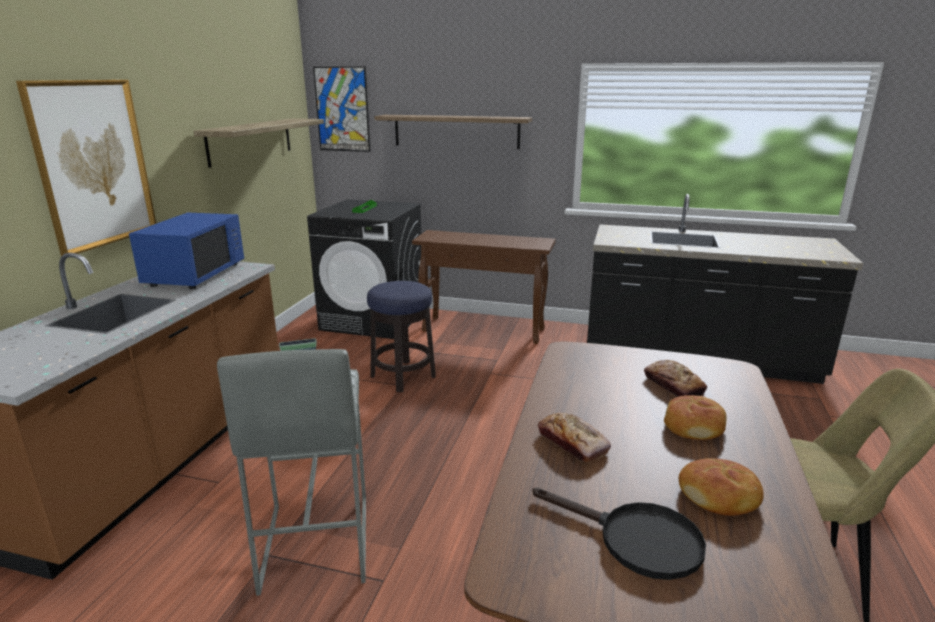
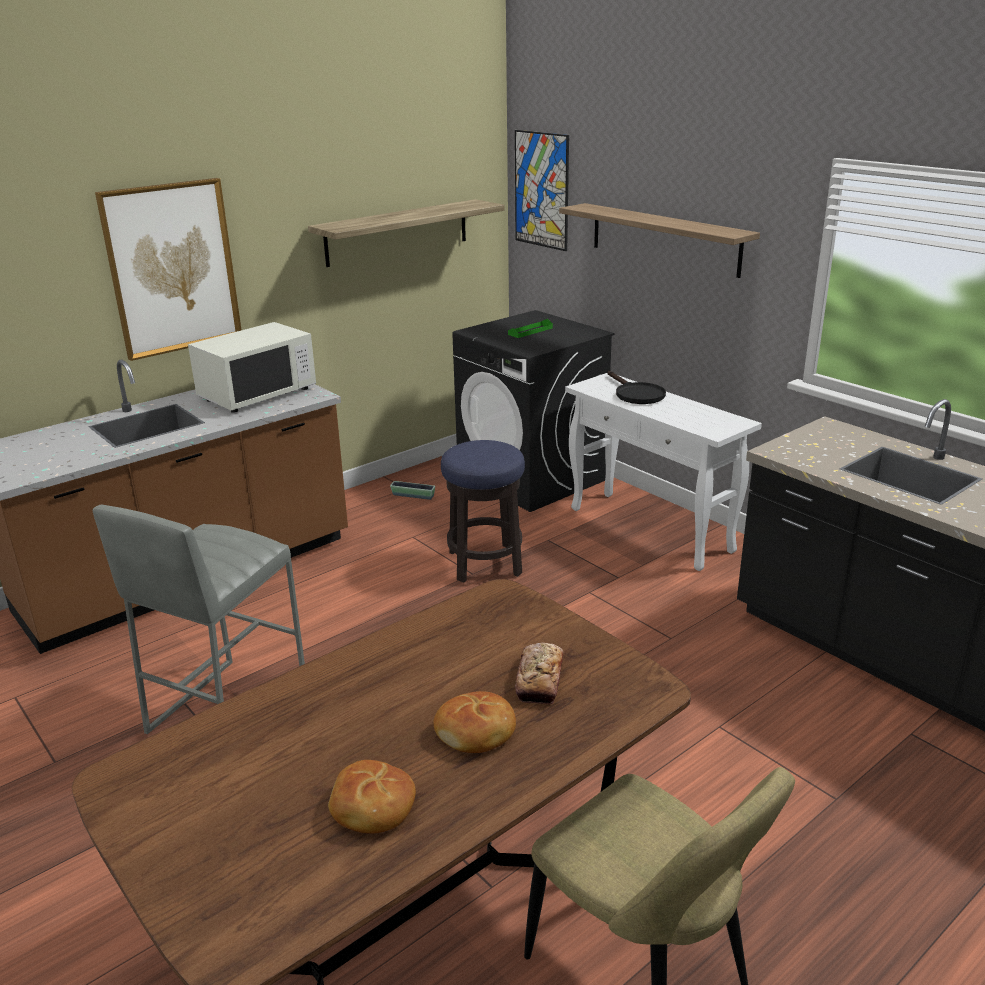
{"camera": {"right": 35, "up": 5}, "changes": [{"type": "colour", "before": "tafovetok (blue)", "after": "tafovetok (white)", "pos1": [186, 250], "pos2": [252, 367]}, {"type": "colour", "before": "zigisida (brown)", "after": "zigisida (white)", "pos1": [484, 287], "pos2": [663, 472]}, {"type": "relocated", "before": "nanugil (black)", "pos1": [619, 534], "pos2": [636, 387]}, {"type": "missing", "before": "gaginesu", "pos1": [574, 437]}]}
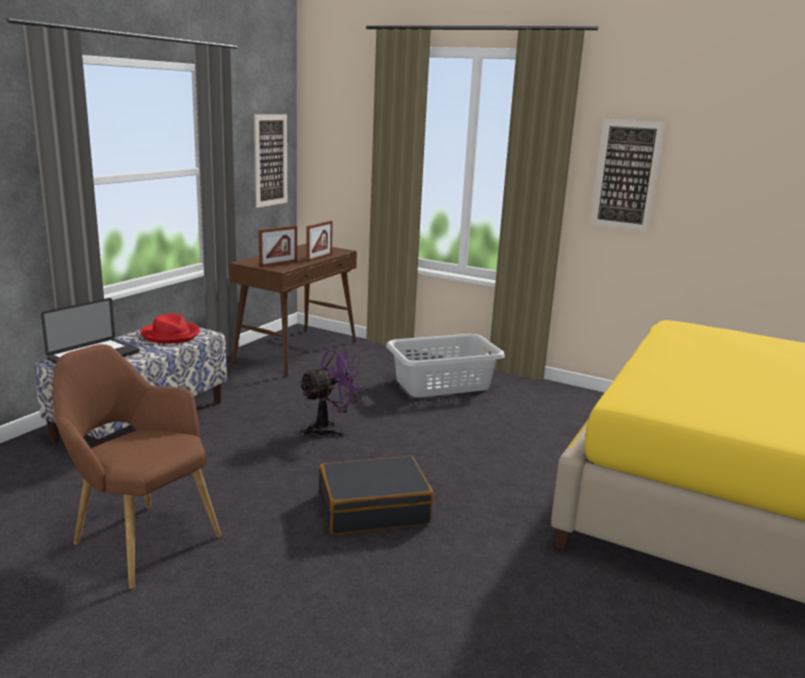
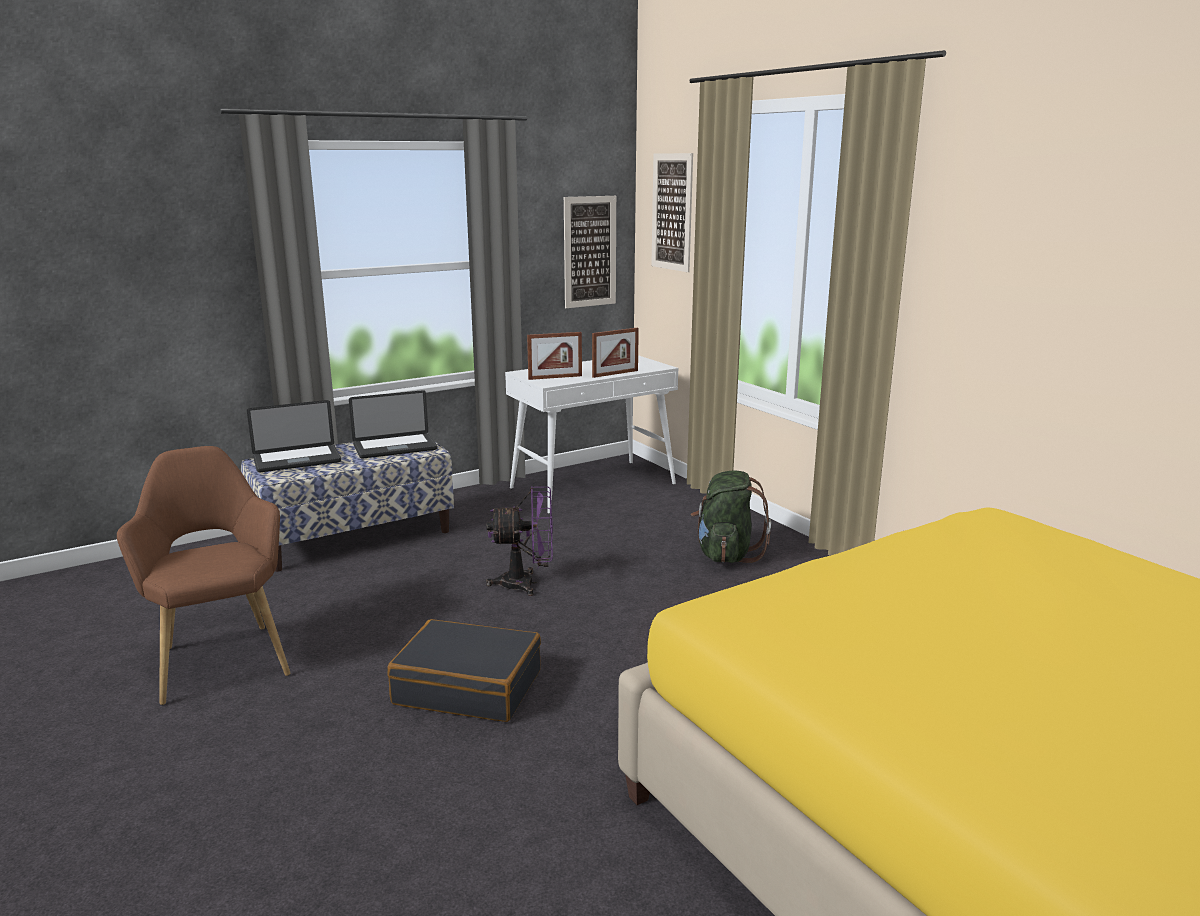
{"camera": {"right": 30, "up": 0}, "changes": [{"type": "exchanged", "before": "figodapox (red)", "after": "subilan", "pos1": [170, 328], "pos2": [393, 424]}, {"type": "colour", "before": "zigisida (brown)", "after": "zigisida (white)", "pos1": [293, 310], "pos2": [591, 434]}, {"type": "relocated", "before": "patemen", "pos1": [627, 175], "pos2": [672, 212]}, {"type": "exchanged", "before": "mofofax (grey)", "after": "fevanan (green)", "pos1": [445, 365], "pos2": [730, 516]}]}
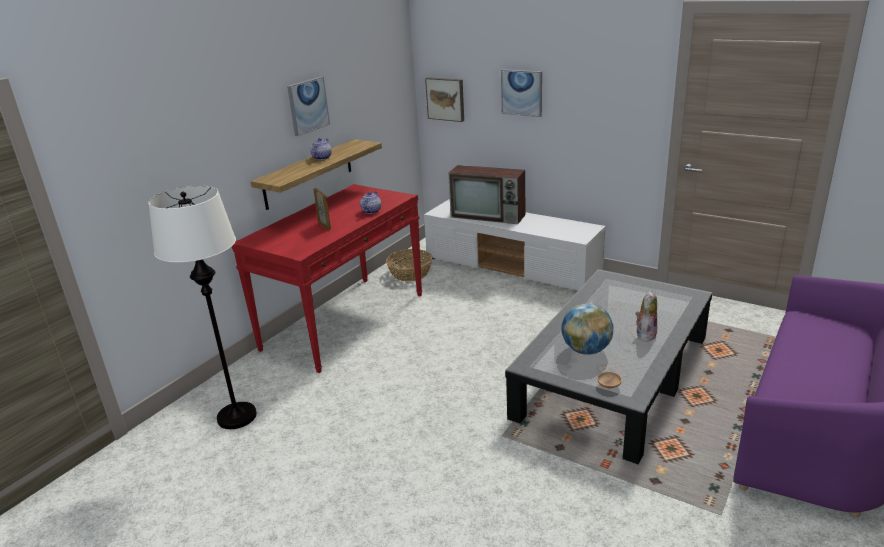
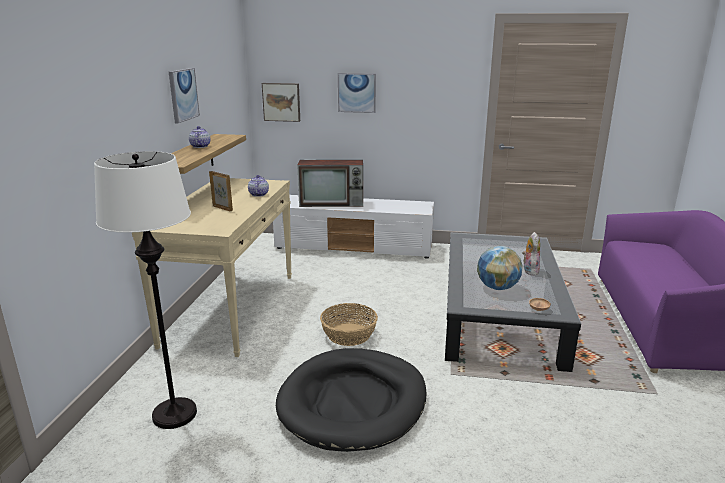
{"camera": {"right": -25, "up": -5}, "changes": [{"type": "colour", "before": "zigisida (red)", "after": "zigisida (beige)", "pos1": [327, 278], "pos2": [212, 267]}, {"type": "appeared", "after": "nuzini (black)", "pos2": [351, 400]}, {"type": "relocated", "before": "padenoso", "pos1": [409, 265], "pos2": [349, 324]}]}
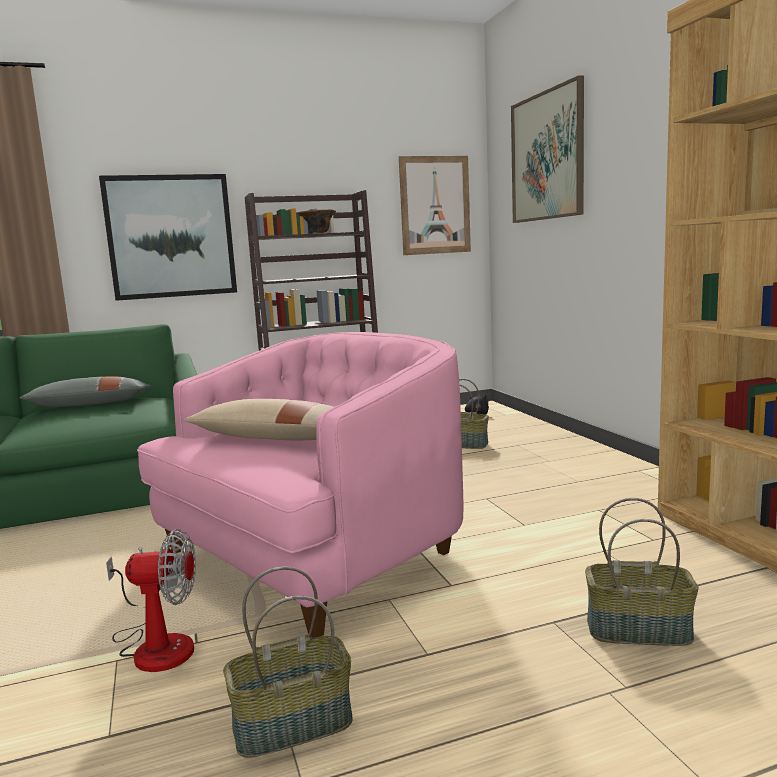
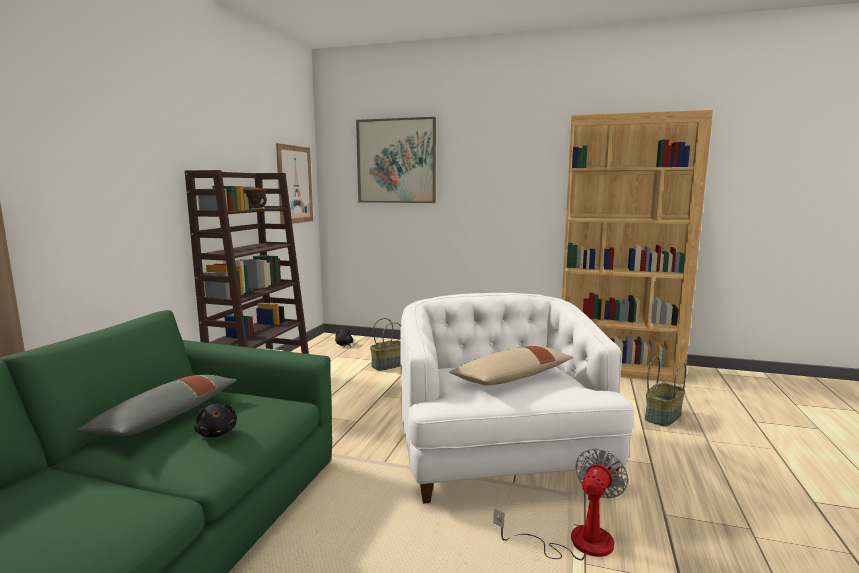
{"camera": {"right": -55, "up": 0}, "changes": [{"type": "appeared", "after": "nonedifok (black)", "pos2": [215, 420]}, {"type": "colour", "before": "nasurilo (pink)", "after": "nasurilo (white)", "pos1": [300, 485], "pos2": [517, 398]}, {"type": "missing", "before": "patemen", "pos1": [168, 237]}, {"type": "missing", "before": "padenoso", "pos1": [288, 662]}]}
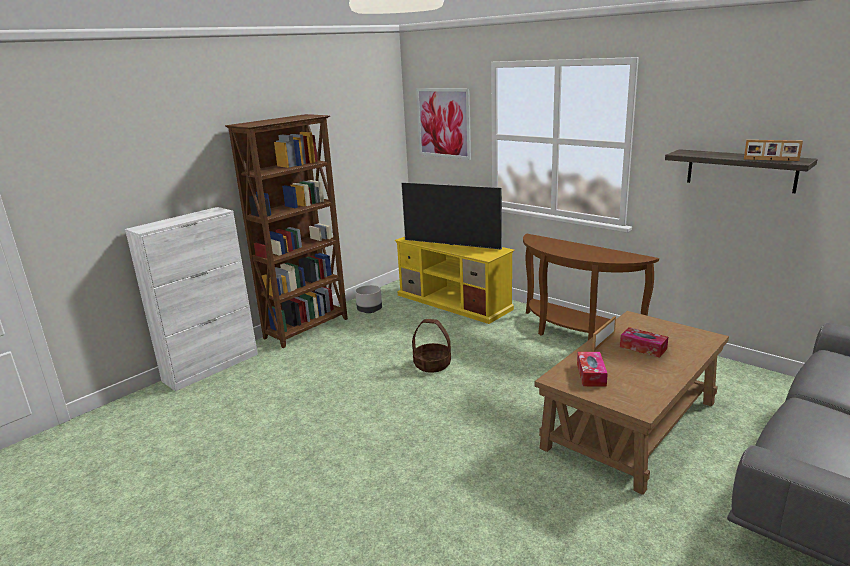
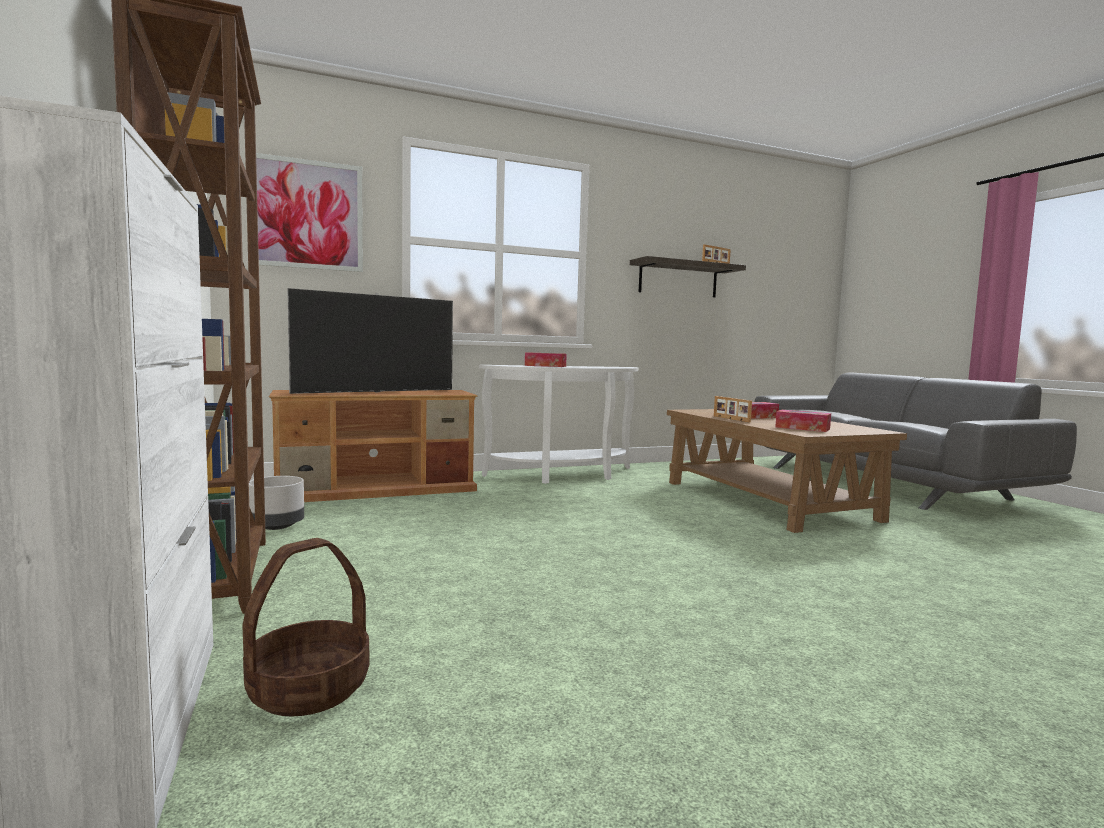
{"camera": {"right": -65, "up": -15}, "changes": [{"type": "relocated", "before": "padenoso", "pos1": [431, 346], "pos2": [306, 627]}, {"type": "colour", "before": "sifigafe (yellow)", "after": "sifigafe (brown)", "pos1": [455, 280], "pos2": [373, 446]}, {"type": "colour", "before": "zigisida (brown)", "after": "zigisida (white)", "pos1": [591, 287], "pos2": [558, 424]}, {"type": "appeared", "after": "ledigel", "pos2": [546, 360]}]}
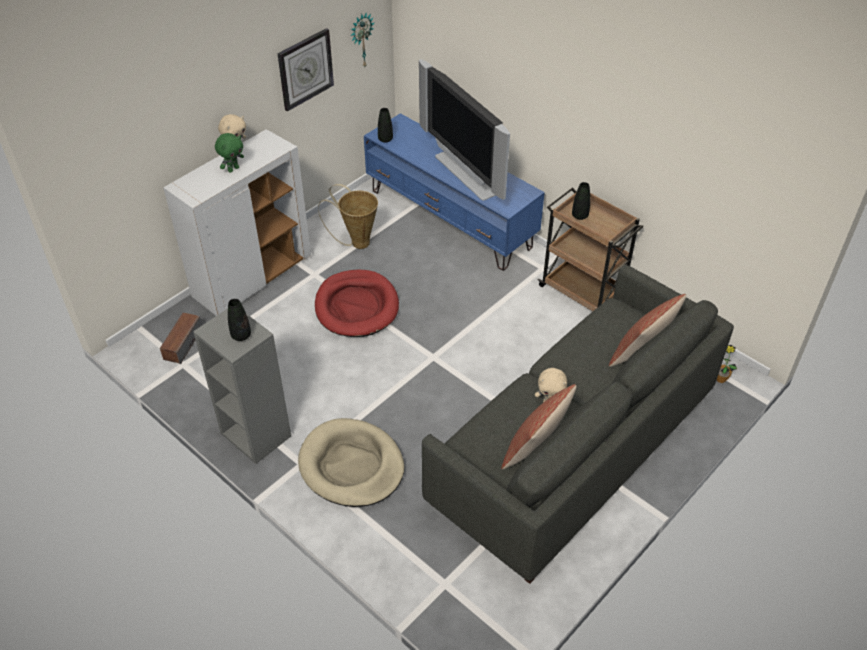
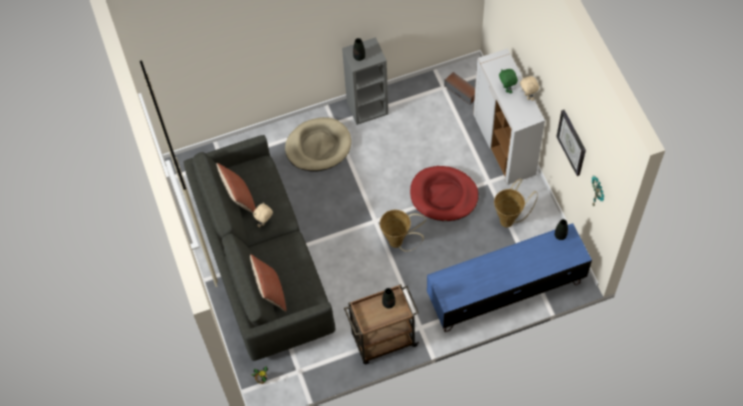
{"camera": {"right": 120, "up": 15}, "changes": [{"type": "appeared", "after": "padenoso", "pos2": [403, 231]}, {"type": "missing", "before": "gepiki", "pos1": [464, 130]}]}
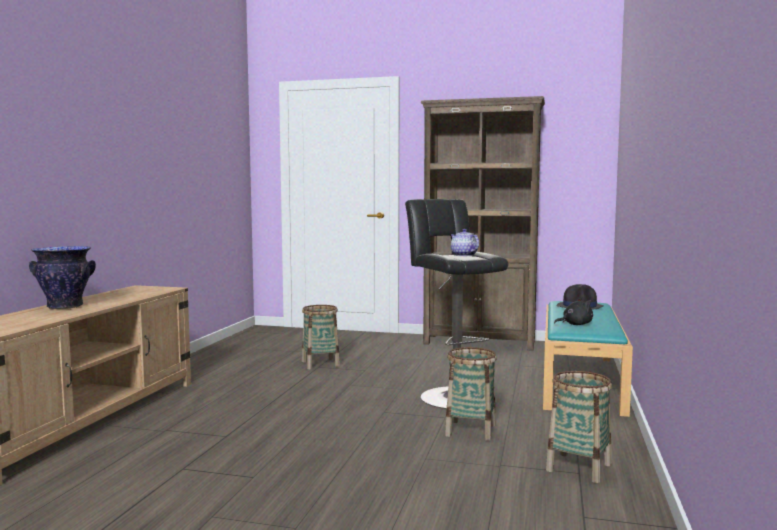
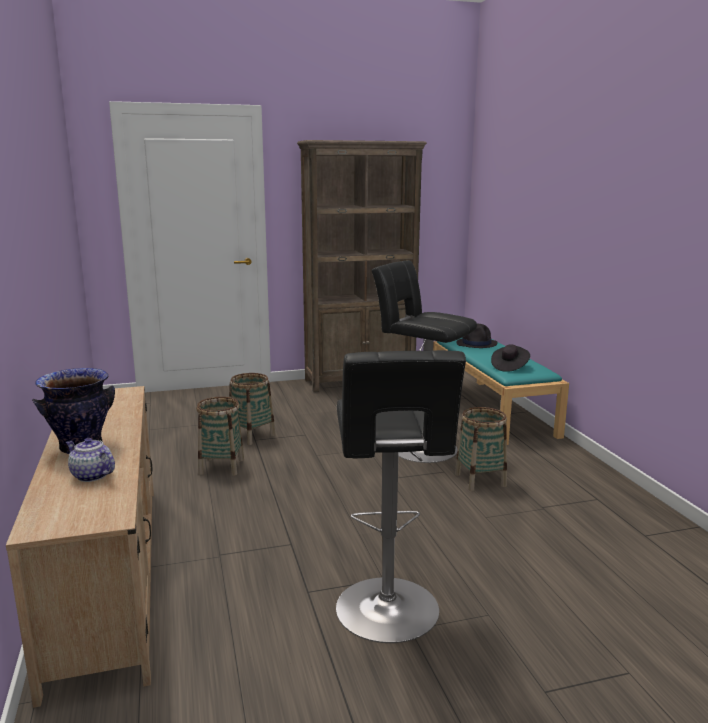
{"camera": {"right": -30, "up": 10}, "changes": [{"type": "relocated", "before": "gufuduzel", "pos1": [465, 242], "pos2": [90, 460]}, {"type": "relocated", "before": "padenoso", "pos1": [579, 427], "pos2": [220, 436]}, {"type": "appeared", "after": "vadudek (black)", "pos2": [401, 496]}, {"type": "exchanged", "before": "nonedifok (black)", "after": "figodapox (black)", "pos1": [573, 311], "pos2": [510, 358]}]}
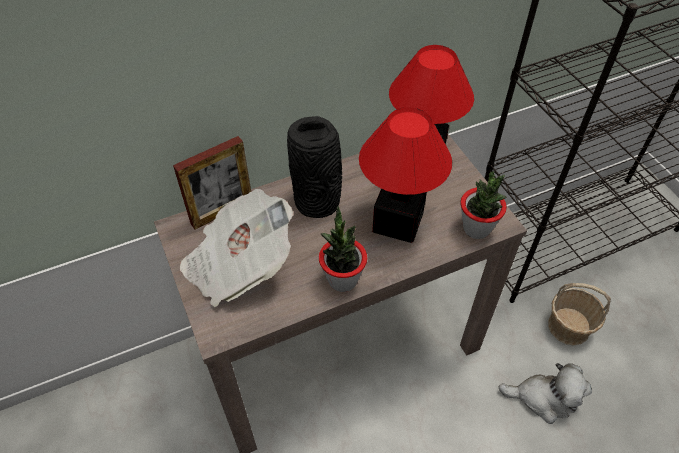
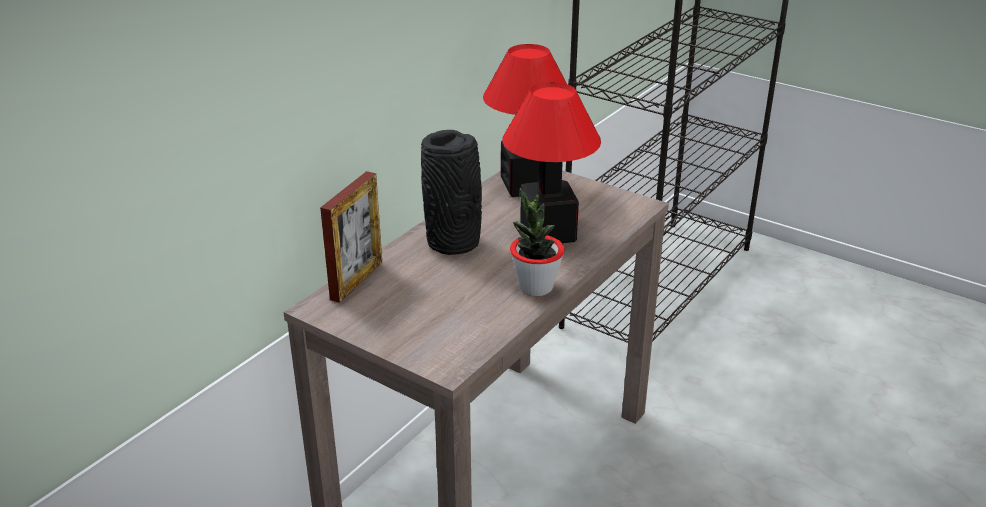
{"camera": {"right": -30, "up": -20}, "changes": [{"type": "missing", "before": "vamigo", "pos1": [237, 248]}, {"type": "missing", "before": "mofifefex", "pos1": [483, 205]}, {"type": "missing", "before": "nonedifok", "pos1": [545, 393]}, {"type": "missing", "before": "padenoso", "pos1": [579, 314]}]}
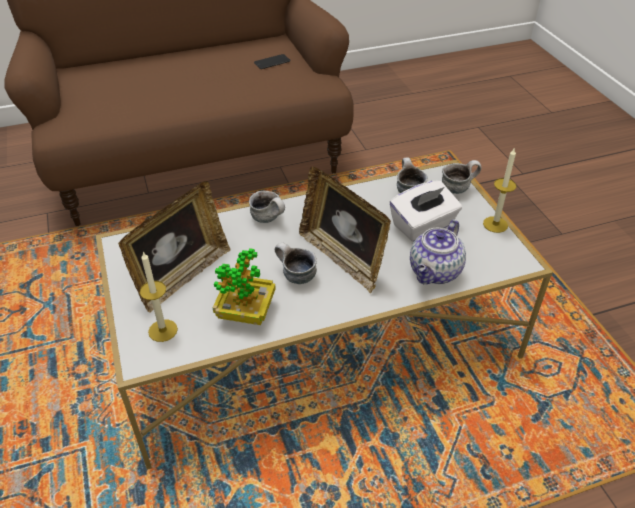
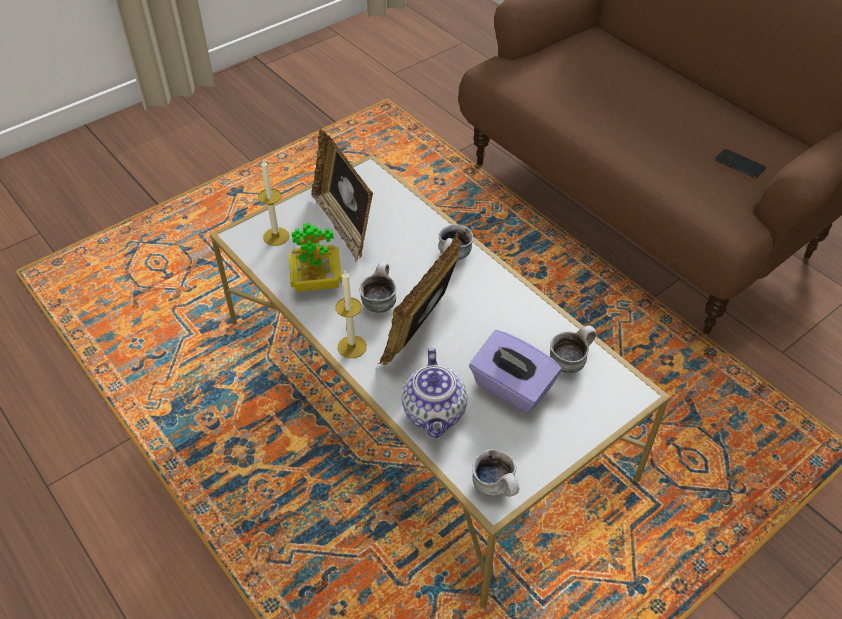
{"camera": {"right": 70, "up": 5}, "changes": [{"type": "spun", "before": "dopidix", "pos1": [174, 247], "pos2": [342, 195], "turn": 45}, {"type": "relocated", "before": "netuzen", "pos1": [500, 190], "pos2": [351, 314]}, {"type": "spun", "before": "gufuduzel", "pos1": [438, 251], "pos2": [434, 393], "turn": -105}, {"type": "colour", "before": "ledigel (white)", "after": "ledigel (purple)", "pos1": [425, 211], "pos2": [515, 371]}, {"type": "relocated", "before": "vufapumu", "pos1": [462, 177], "pos2": [495, 473]}]}
